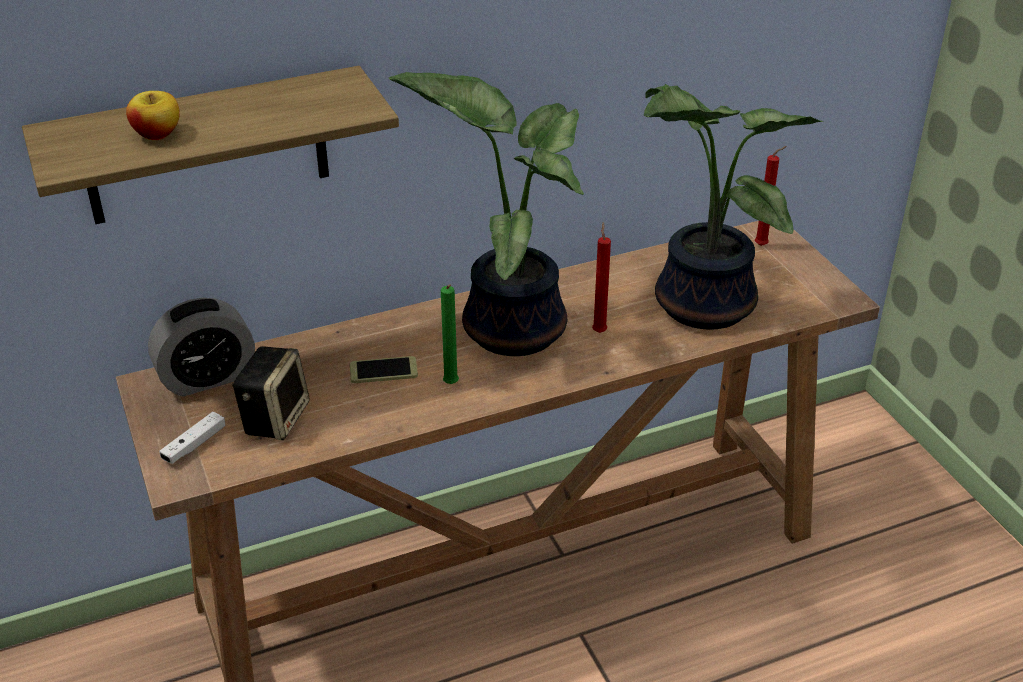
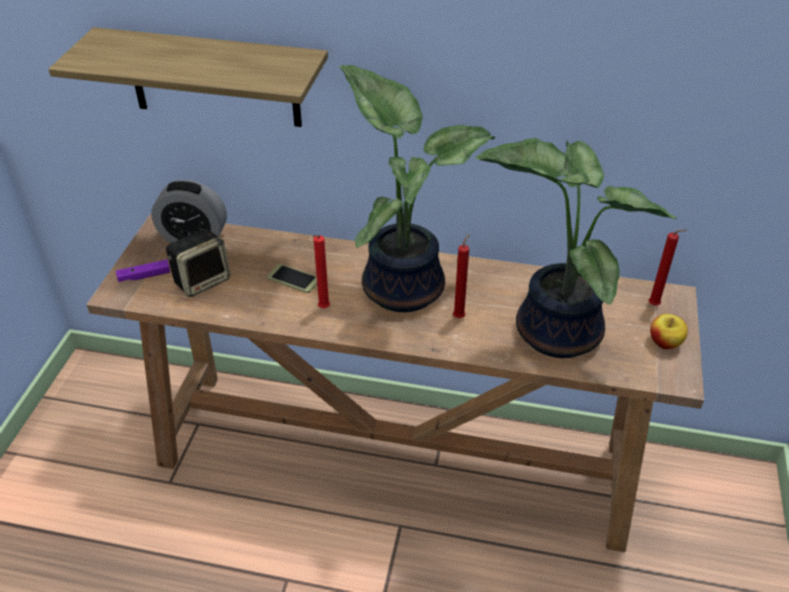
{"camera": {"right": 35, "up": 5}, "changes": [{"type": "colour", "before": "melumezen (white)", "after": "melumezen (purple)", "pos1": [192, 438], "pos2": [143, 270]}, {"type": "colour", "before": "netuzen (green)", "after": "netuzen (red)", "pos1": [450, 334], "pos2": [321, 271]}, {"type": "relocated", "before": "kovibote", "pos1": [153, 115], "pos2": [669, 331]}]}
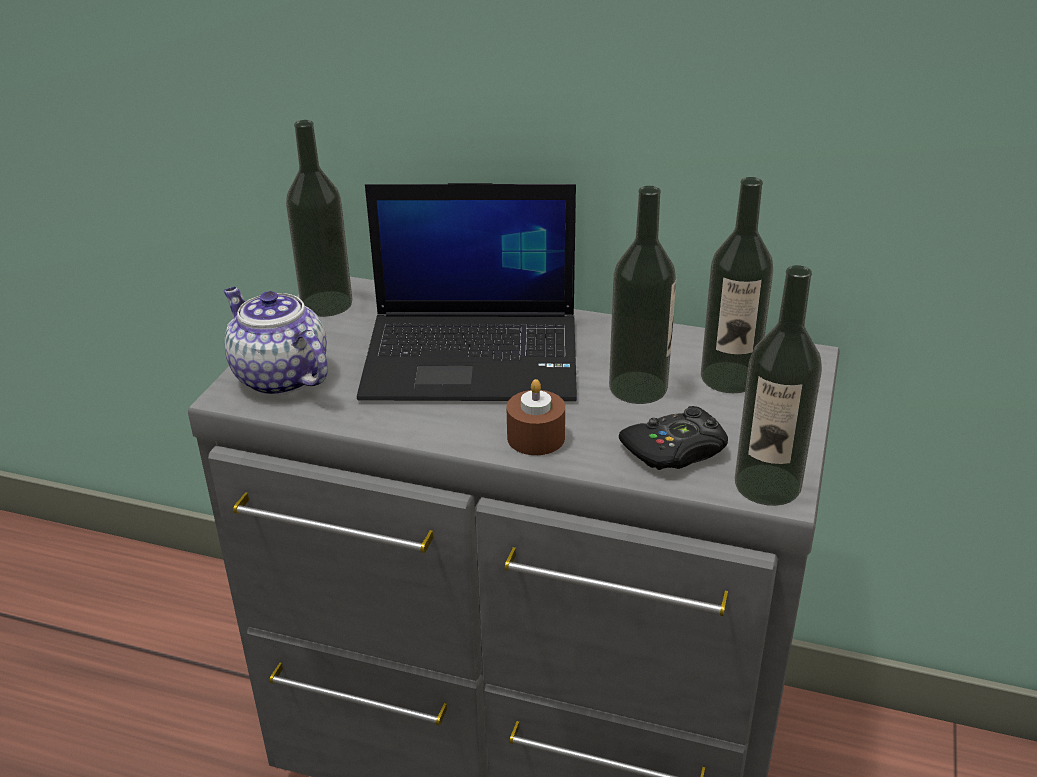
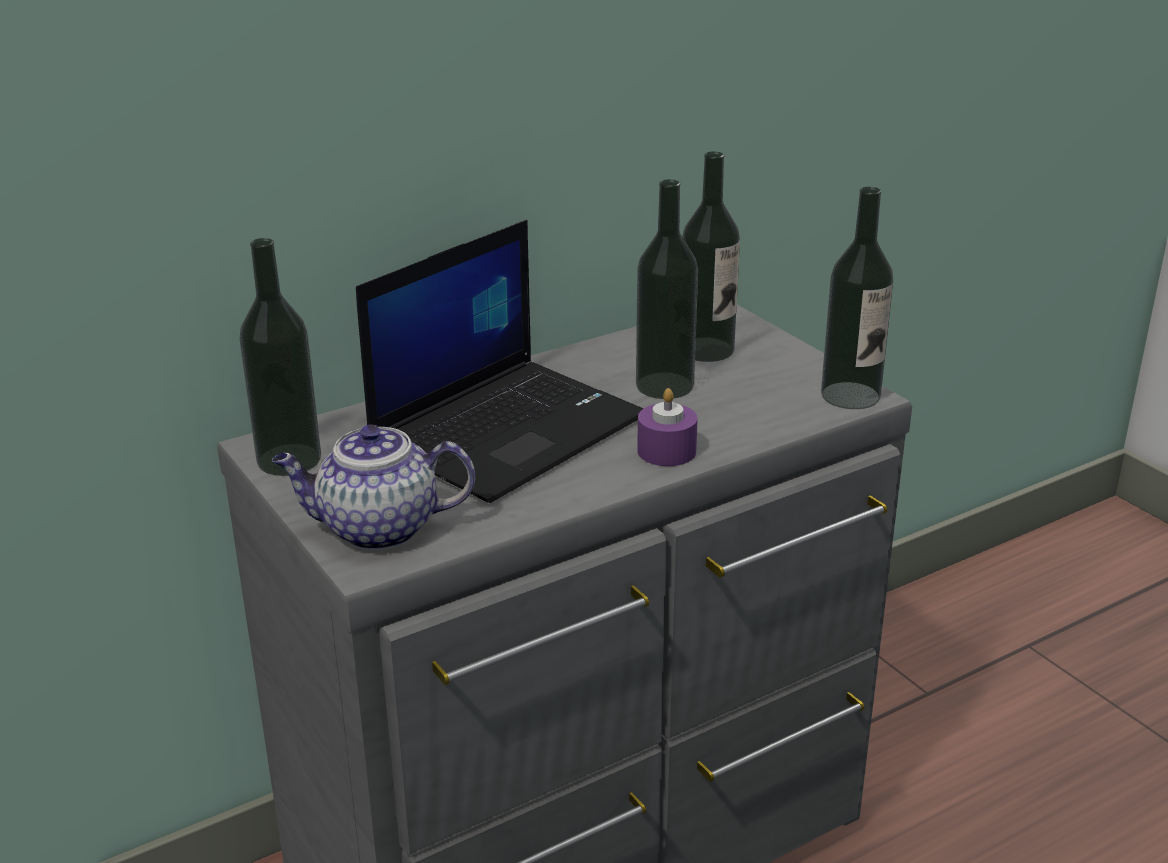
{"camera": {"right": -50, "up": -5}, "changes": [{"type": "colour", "before": "netuzen (brown)", "after": "netuzen (purple)", "pos1": [535, 417], "pos2": [667, 427]}, {"type": "missing", "before": "melumezen (black)", "pos1": [673, 438]}]}
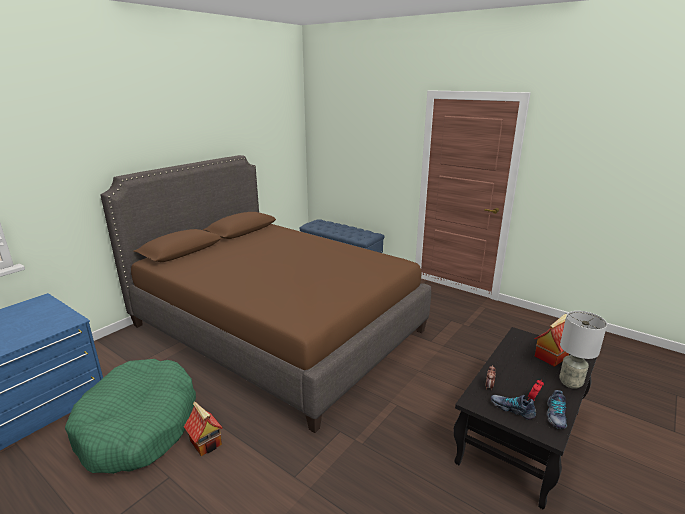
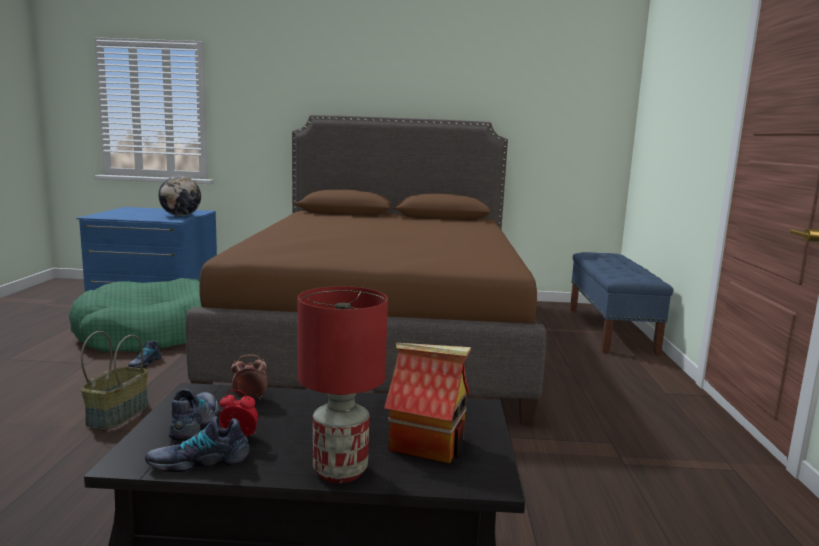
{"camera": {"right": 55, "up": -10}, "changes": [{"type": "appeared", "after": "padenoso", "pos2": [115, 380]}, {"type": "exchanged", "before": "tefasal", "after": "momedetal", "pos1": [203, 429], "pos2": [145, 354]}, {"type": "appeared", "after": "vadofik", "pos2": [179, 196]}, {"type": "colour", "before": "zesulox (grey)", "after": "zesulox (red)", "pos1": [583, 350], "pos2": [343, 384]}]}
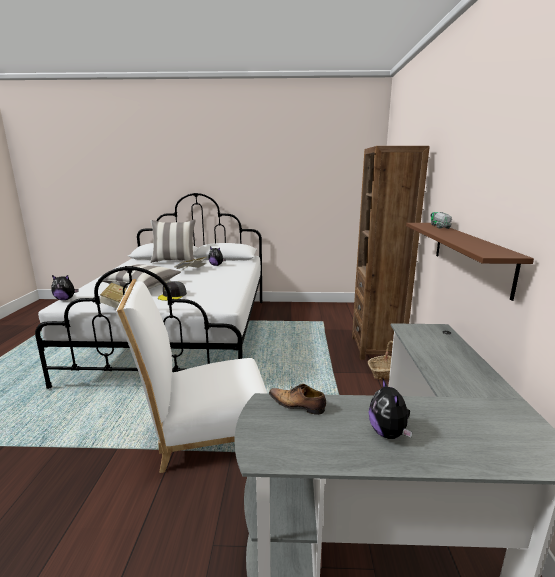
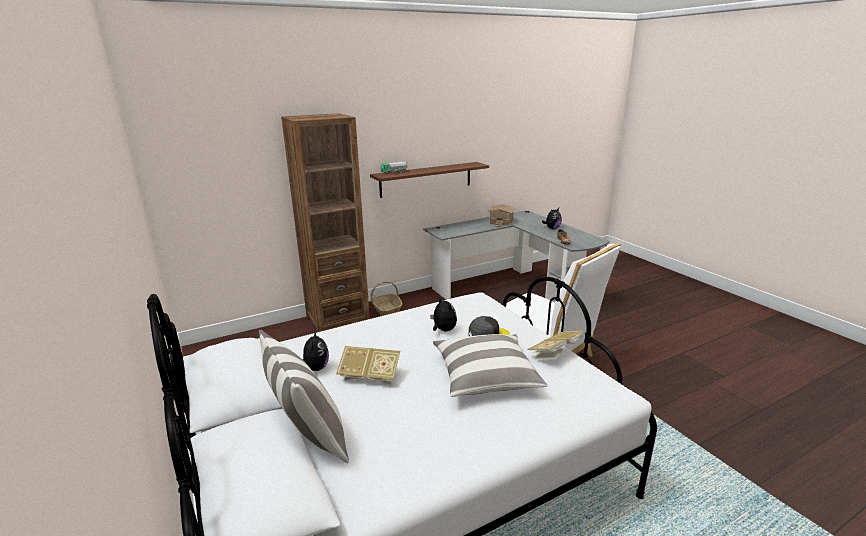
{"camera": {"right": -120, "up": 5}, "changes": [{"type": "relocated", "before": "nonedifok", "pos1": [65, 287], "pos2": [443, 313]}, {"type": "appeared", "after": "tefasal", "pos2": [502, 215]}]}
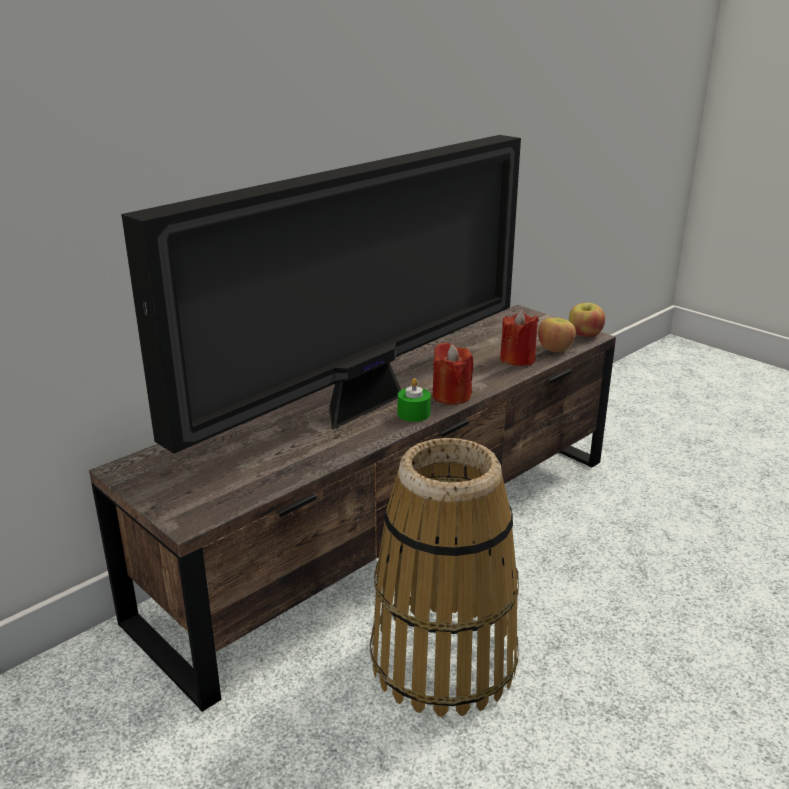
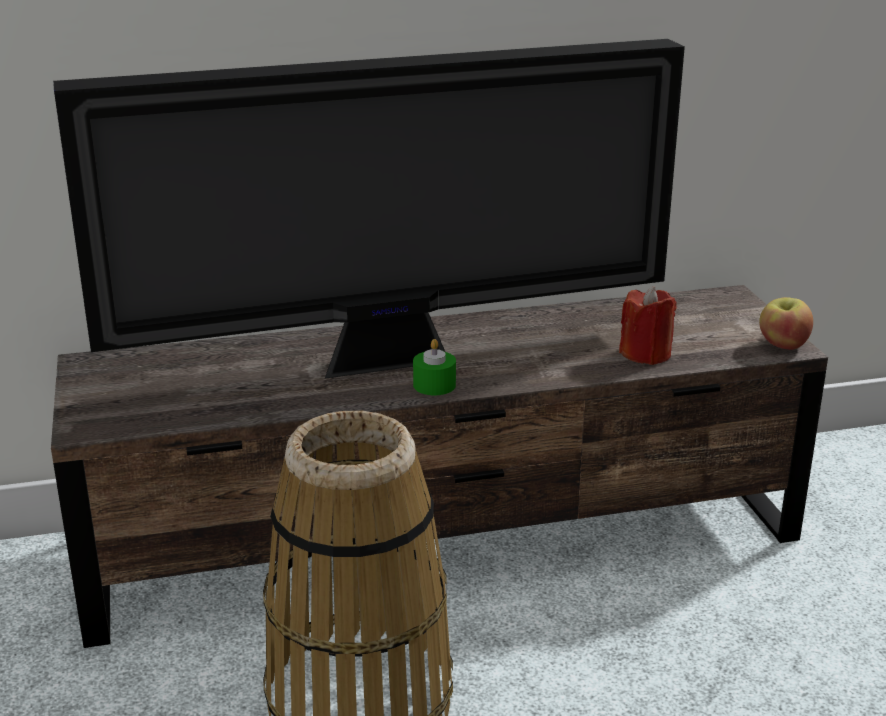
{"camera": {"right": 30, "up": 0}, "changes": [{"type": "missing", "before": "netuzen (red)", "pos1": [452, 373]}, {"type": "missing", "before": "kovibote", "pos1": [557, 335]}]}
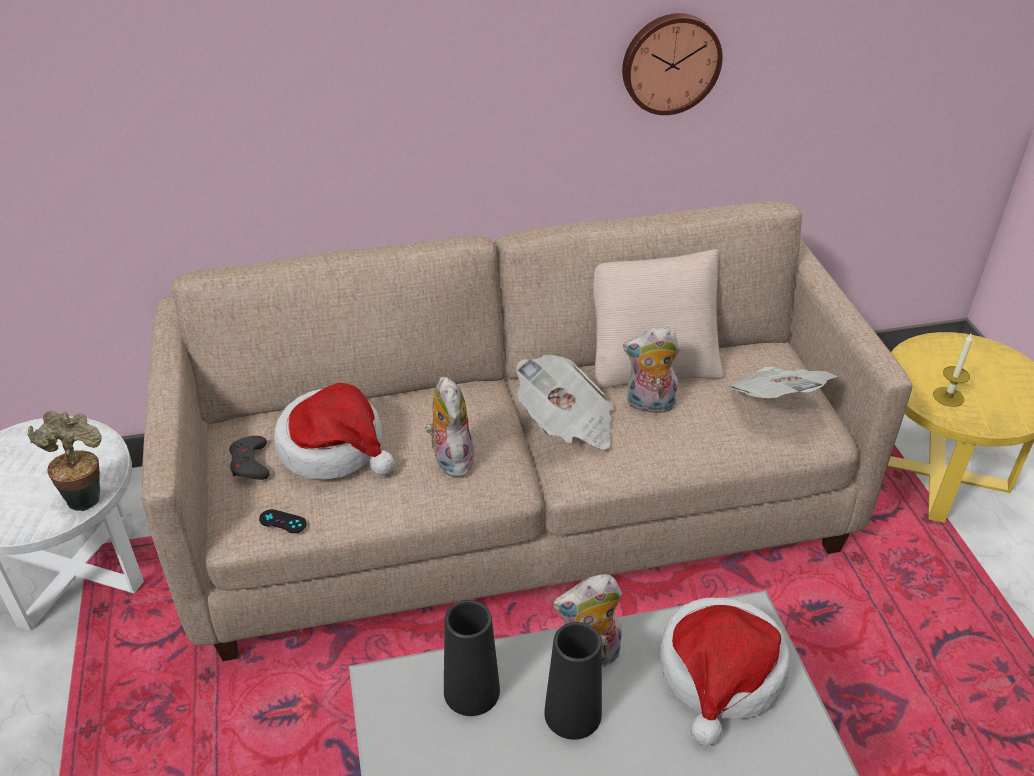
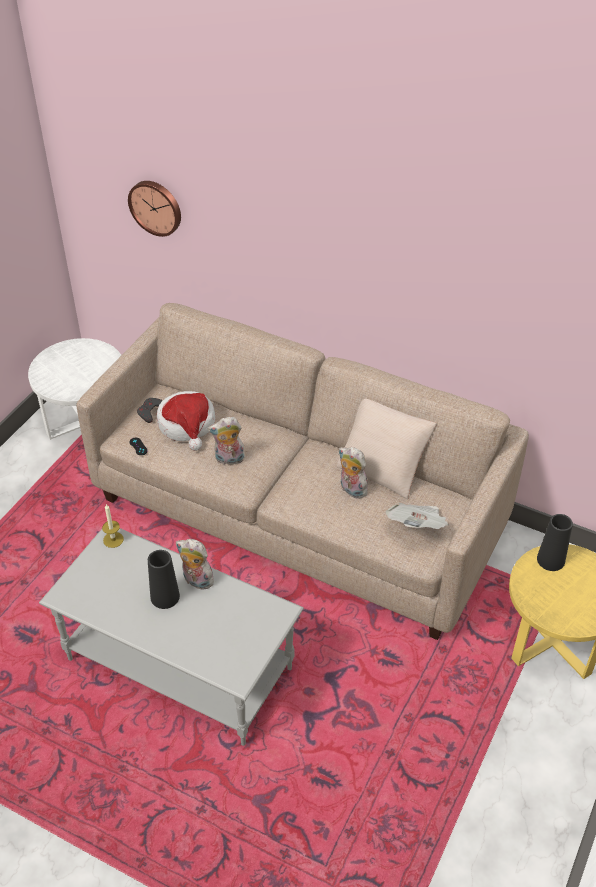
{"camera": {"right": 40, "up": 5}, "changes": [{"type": "relocated", "before": "netuzen", "pos1": [953, 370], "pos2": [113, 526]}, {"type": "relocated", "before": "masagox", "pos1": [672, 64], "pos2": [154, 209]}, {"type": "spun", "before": "nonedifok", "pos1": [449, 427], "pos2": [226, 441], "turn": -120}, {"type": "relocated", "before": "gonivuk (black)", "pos1": [472, 658], "pos2": [555, 542]}, {"type": "missing", "before": "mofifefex", "pos1": [65, 461]}, {"type": "missing", "before": "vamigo", "pos1": [564, 402]}, {"type": "missing", "before": "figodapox", "pos1": [724, 671]}]}
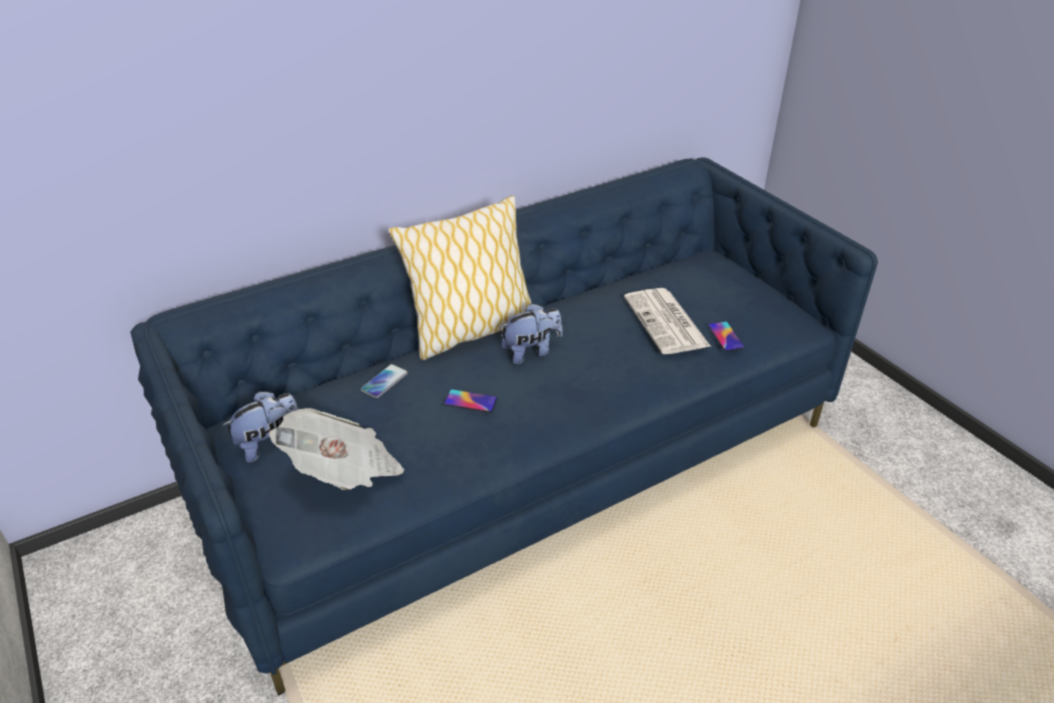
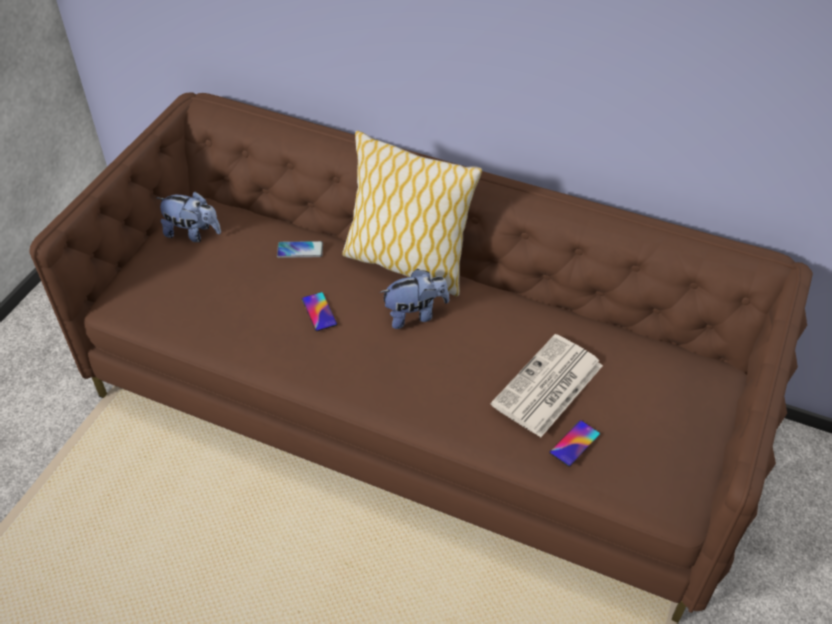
{"camera": {"right": 55, "up": 10}, "changes": [{"type": "colour", "before": "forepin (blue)", "after": "forepin (brown)", "pos1": [504, 426], "pos2": [421, 358]}, {"type": "spun", "before": "nonedifok", "pos1": [531, 334], "pos2": [414, 299], "turn": -45}, {"type": "missing", "before": "vamigo", "pos1": [336, 449]}]}
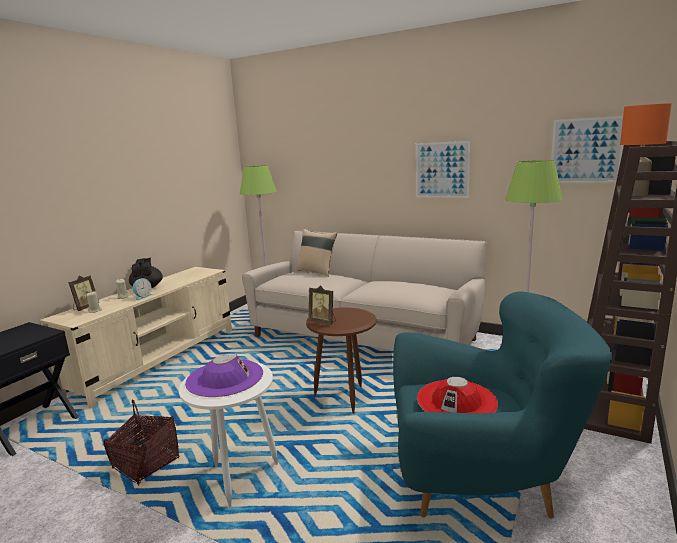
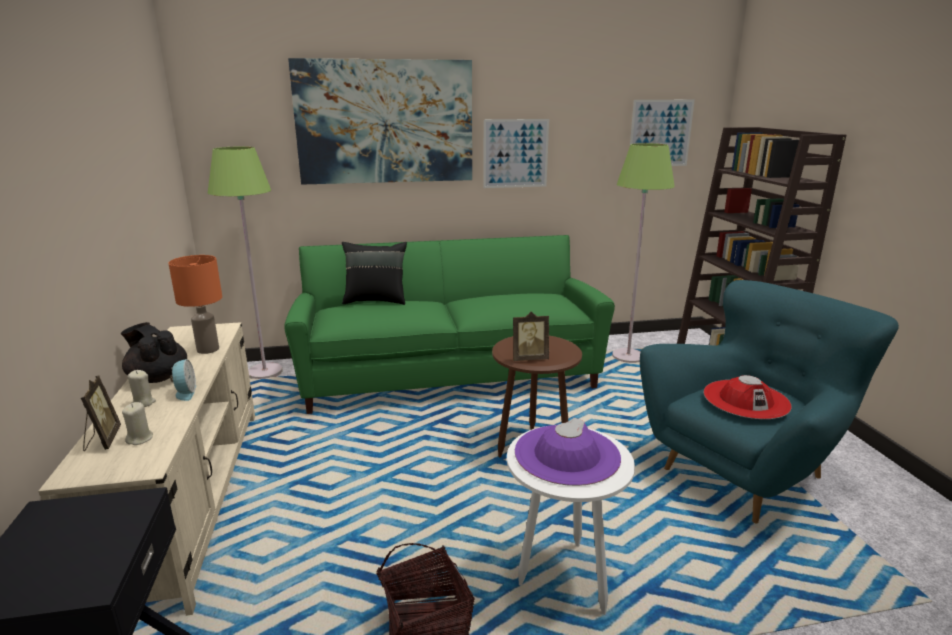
{"camera": {"right": -40, "up": 5}, "changes": [{"type": "relocated", "before": "zesulox (orange)", "pos1": [646, 149], "pos2": [195, 304]}, {"type": "colour", "before": "forepin (beige)", "after": "forepin (green)", "pos1": [364, 291], "pos2": [449, 324]}, {"type": "appeared", "after": "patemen", "pos2": [380, 121]}, {"type": "colour", "before": "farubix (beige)", "after": "farubix (black)", "pos1": [316, 253], "pos2": [374, 273]}]}
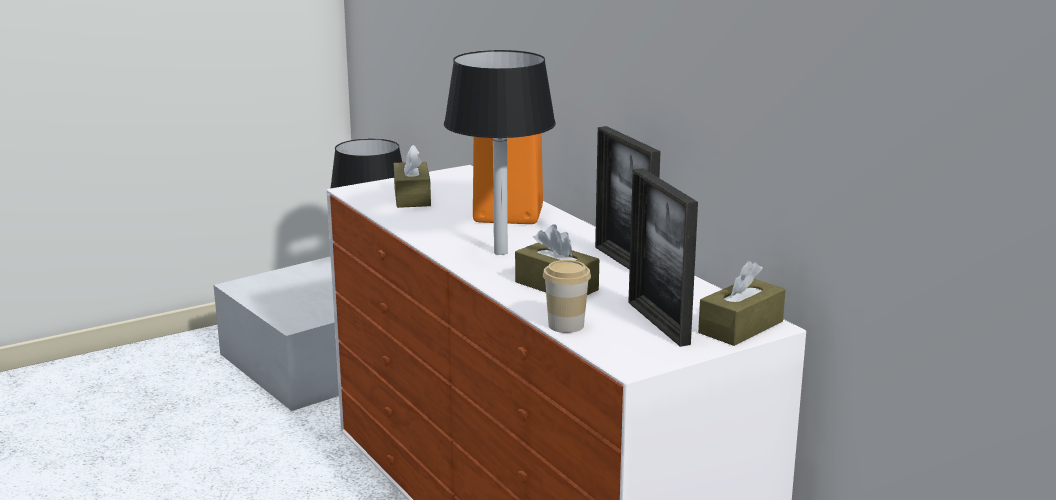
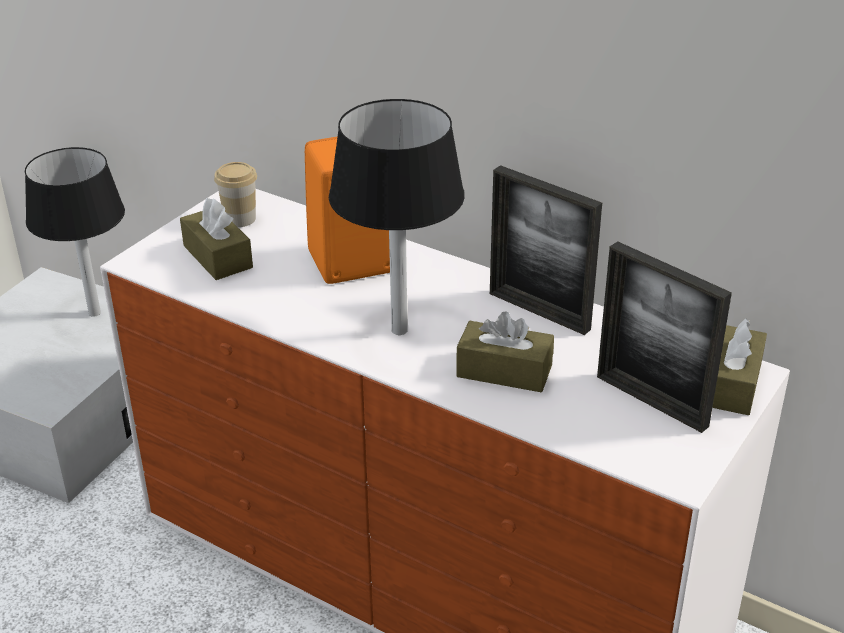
{"camera": {"right": -25, "up": 15}, "changes": [{"type": "relocated", "before": "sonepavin", "pos1": [567, 296], "pos2": [235, 194]}]}
